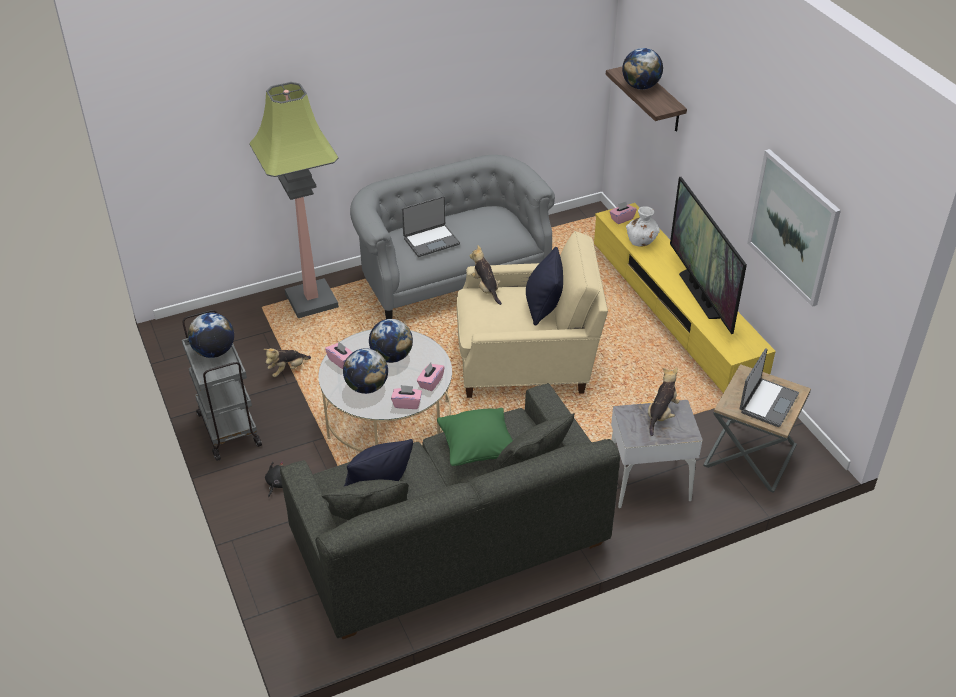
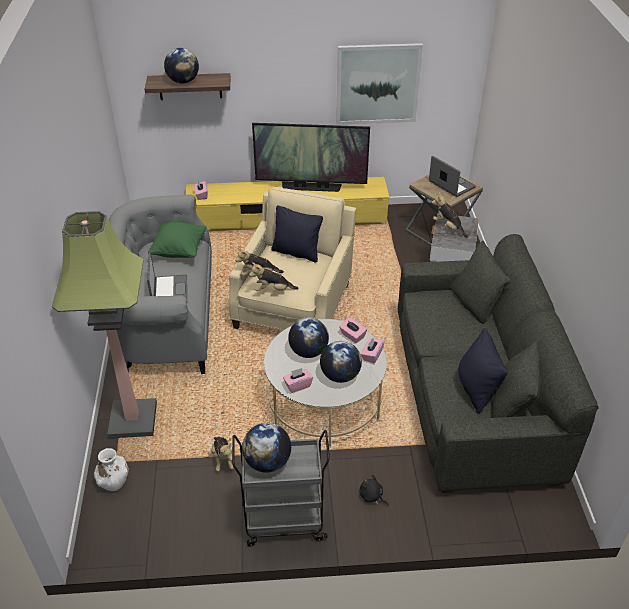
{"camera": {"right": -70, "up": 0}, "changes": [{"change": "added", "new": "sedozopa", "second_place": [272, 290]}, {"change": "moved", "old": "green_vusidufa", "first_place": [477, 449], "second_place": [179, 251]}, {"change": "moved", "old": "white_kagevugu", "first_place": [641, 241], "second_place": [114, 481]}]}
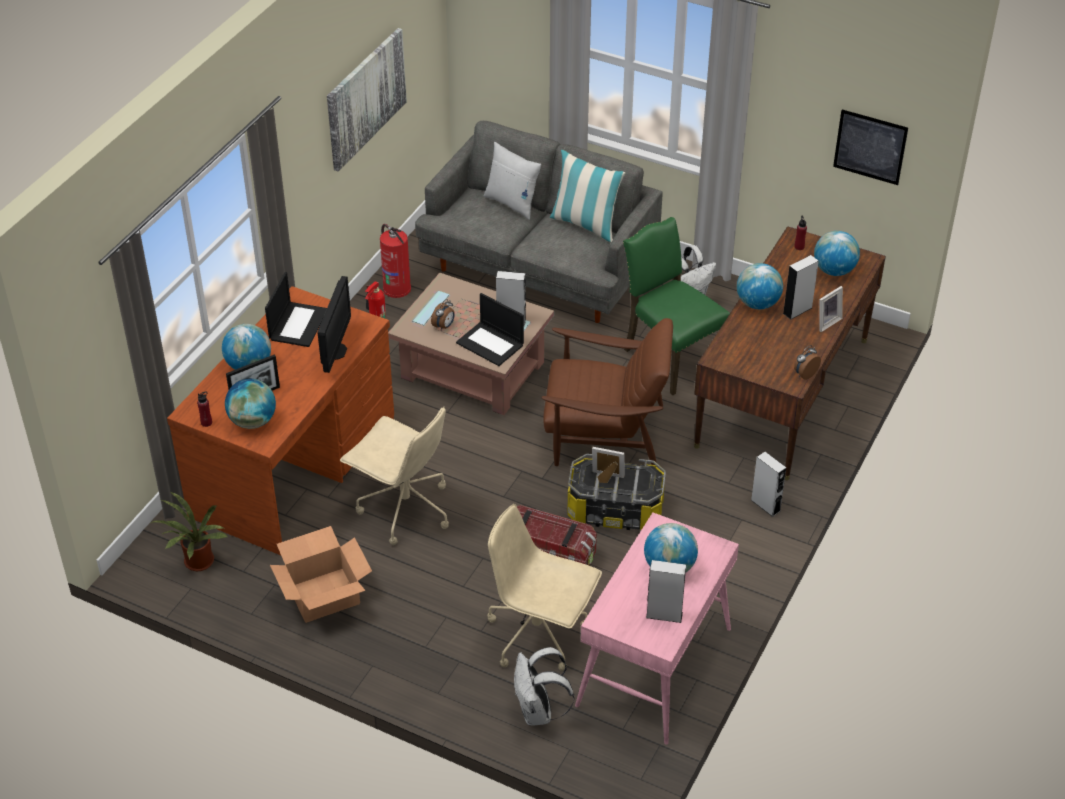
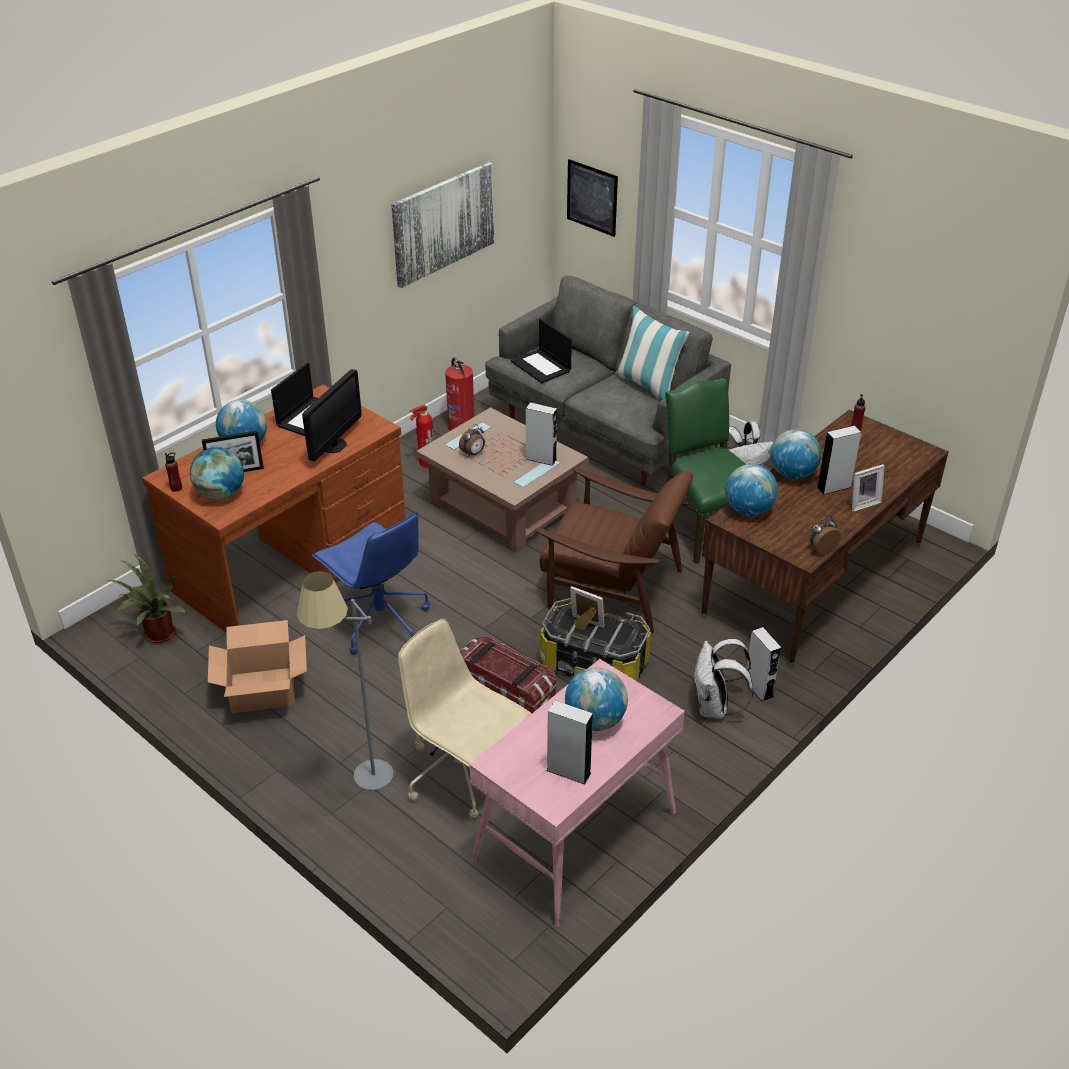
{"camera": {"right": 15, "up": -5}, "changes": [{"change": "removed", "old": "grey_vusidufa", "first_place": [511, 204]}, {"change": "added", "new": "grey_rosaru", "second_place": [360, 786]}, {"change": "moved", "old": "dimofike", "first_place": [491, 344], "second_place": [542, 366]}, {"change": "moved", "old": "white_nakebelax", "first_place": [538, 712], "second_place": [715, 707]}, {"change": "moved", "old": "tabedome", "first_place": [834, 270], "second_place": [748, 510]}, {"change": "moved", "old": "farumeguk", "first_place": [870, 147], "second_place": [592, 197]}, {"change": "recoloured", "old": "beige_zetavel", "new": "blue_zetavel", "first_place": [402, 508], "second_place": [378, 621]}]}
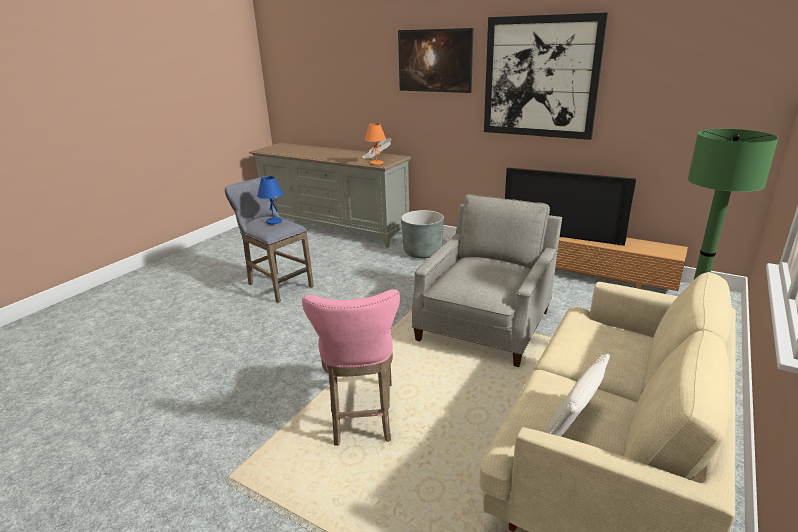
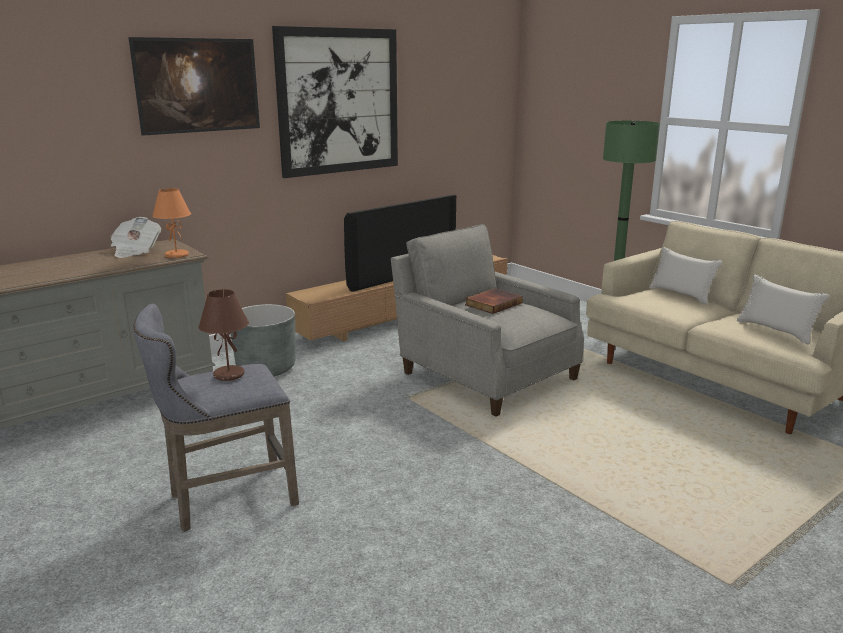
{"camera": {"right": -70, "up": -5}, "changes": [{"change": "removed", "old": "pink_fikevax", "first_place": [362, 417]}, {"change": "added", "new": "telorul", "second_place": [493, 303]}, {"change": "added", "new": "white_vusidufa", "second_place": [681, 295]}, {"change": "recoloured", "old": "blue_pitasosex", "new": "brown_pitasosex", "first_place": [273, 222], "second_place": [228, 375]}]}
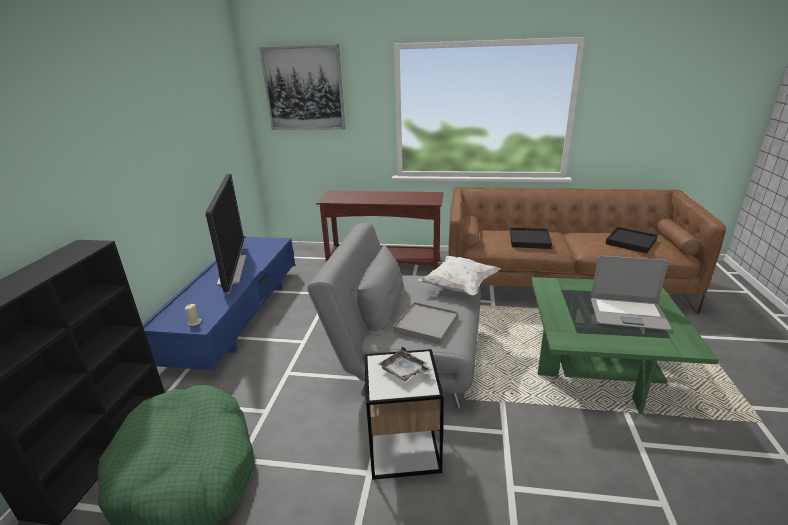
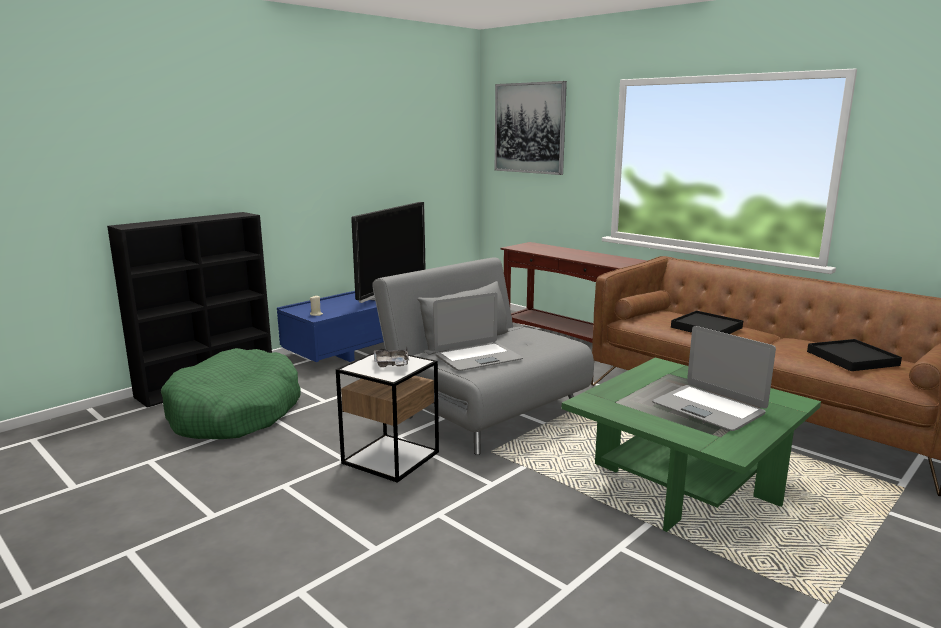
{"camera": {"right": 35, "up": -10}, "changes": [{"change": "removed", "old": "white_vusidufa", "first_place": [459, 287]}, {"change": "replaced", "old": "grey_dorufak", "new": "dimofike", "first_place": [426, 325], "second_place": [477, 358]}]}
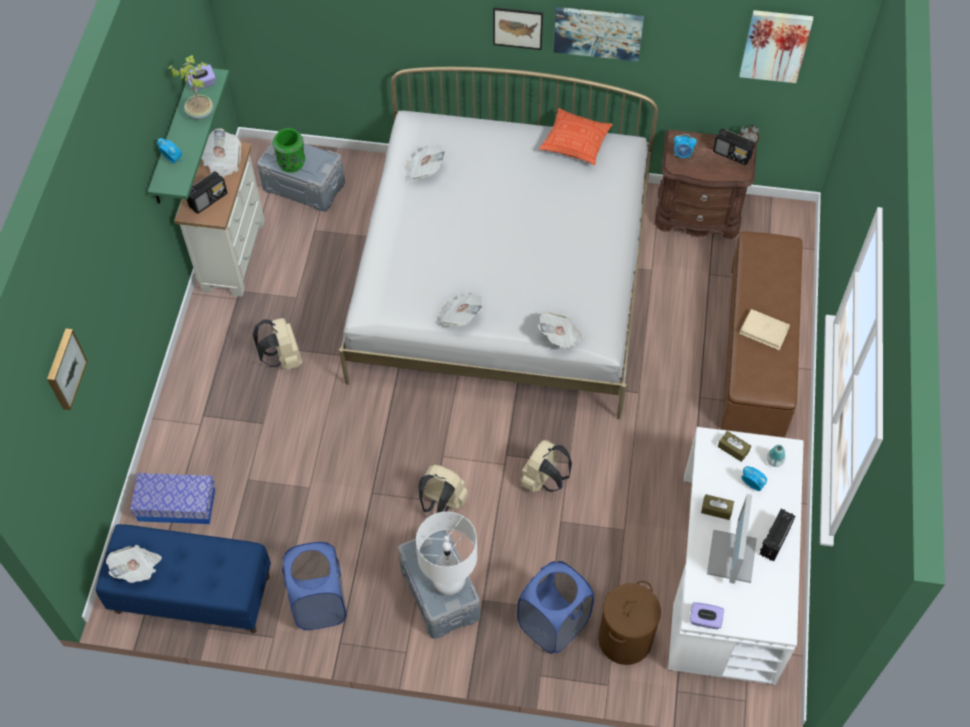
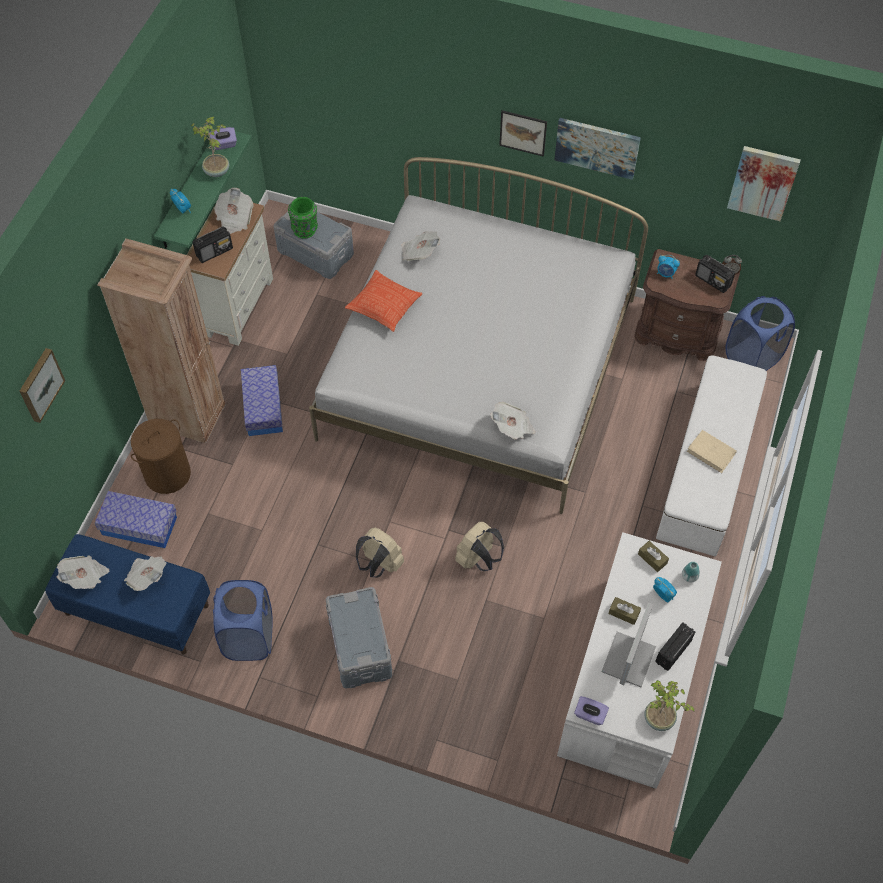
{"camera": {"right": 10, "up": 0}, "changes": [{"change": "removed", "old": "white_pitasosex", "first_place": [449, 584]}, {"change": "added", "new": "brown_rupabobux", "second_place": [189, 415]}, {"change": "added", "new": "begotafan", "second_place": [659, 719]}, {"change": "moved", "old": "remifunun", "first_place": [460, 316], "second_place": [147, 577]}, {"change": "moved", "old": "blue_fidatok", "first_place": [553, 623], "second_place": [752, 357]}, {"change": "moved", "old": "orange_vusidufa", "first_place": [576, 143], "second_place": [384, 307]}, {"change": "moved", "old": "brown_fidatok", "first_place": [625, 638], "second_place": [168, 474]}, {"change": "replaced", "old": "beige_nakebelax", "new": "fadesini", "first_place": [283, 358], "second_place": [263, 407]}, {"change": "recoloured", "old": "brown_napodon", "new": "white_napodon", "first_place": [758, 348], "second_place": [707, 468]}]}
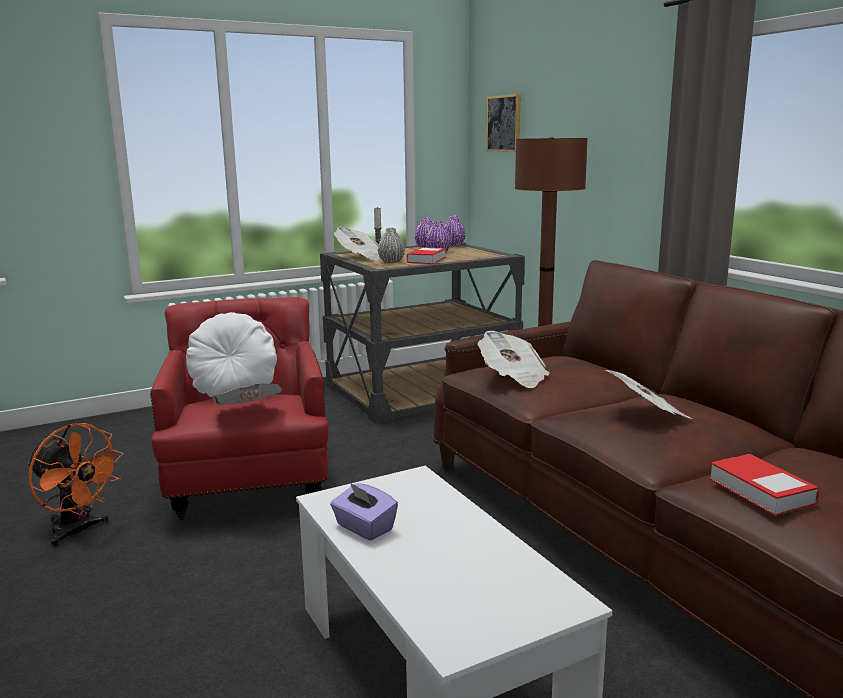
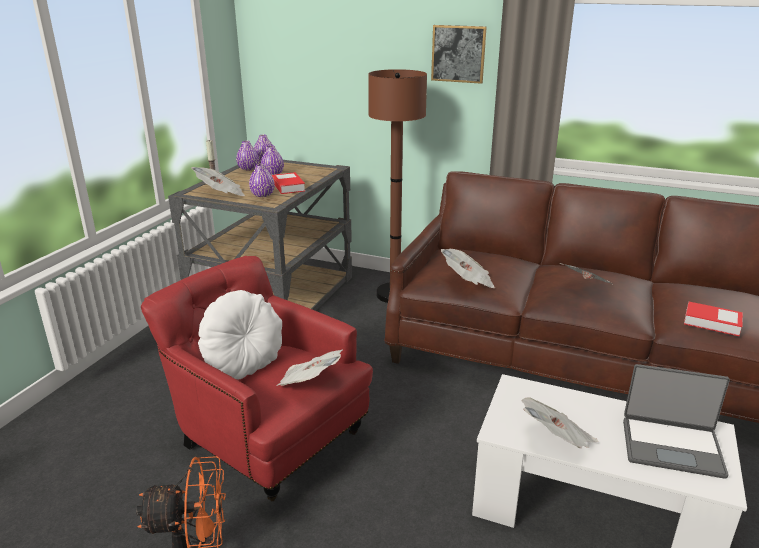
{"camera": {"right": -40, "up": 10}, "changes": [{"change": "added", "new": "dimofike", "second_place": [671, 446]}, {"change": "moved", "old": "farumeguk", "first_place": [504, 123], "second_place": [458, 54]}, {"change": "replaced", "old": "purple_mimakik", "new": "remifunun", "first_place": [364, 528], "second_place": [557, 440]}, {"change": "recoloured", "old": "grey_kagevugu", "new": "purple_kagevugu", "first_place": [391, 262], "second_place": [262, 195]}]}
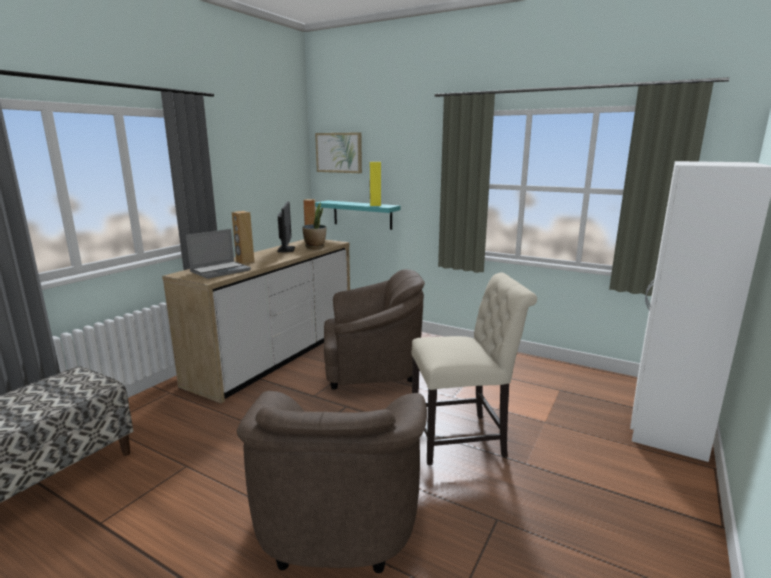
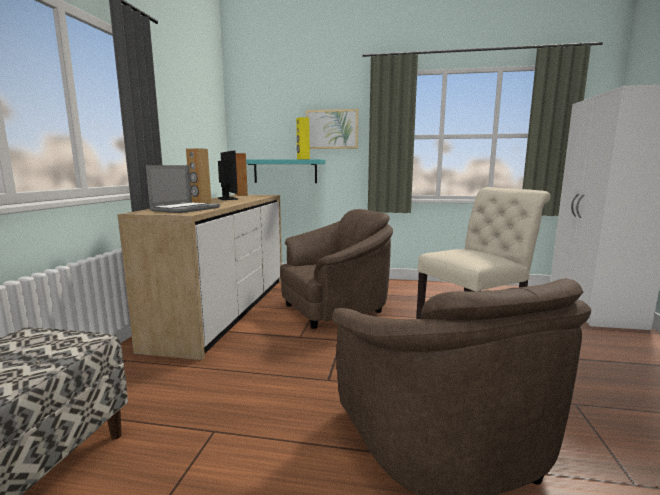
{"camera": {"right": -20, "up": -5}, "changes": [{"change": "removed", "old": "begotafan", "first_place": [315, 247]}, {"change": "moved", "old": "farumeguk", "first_place": [339, 152], "second_place": [332, 129]}]}
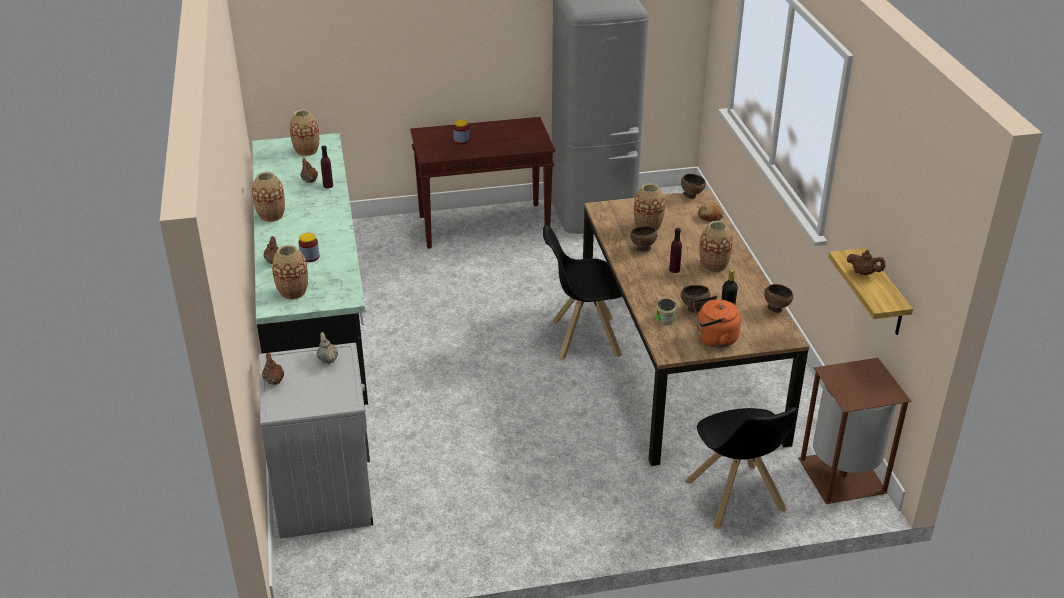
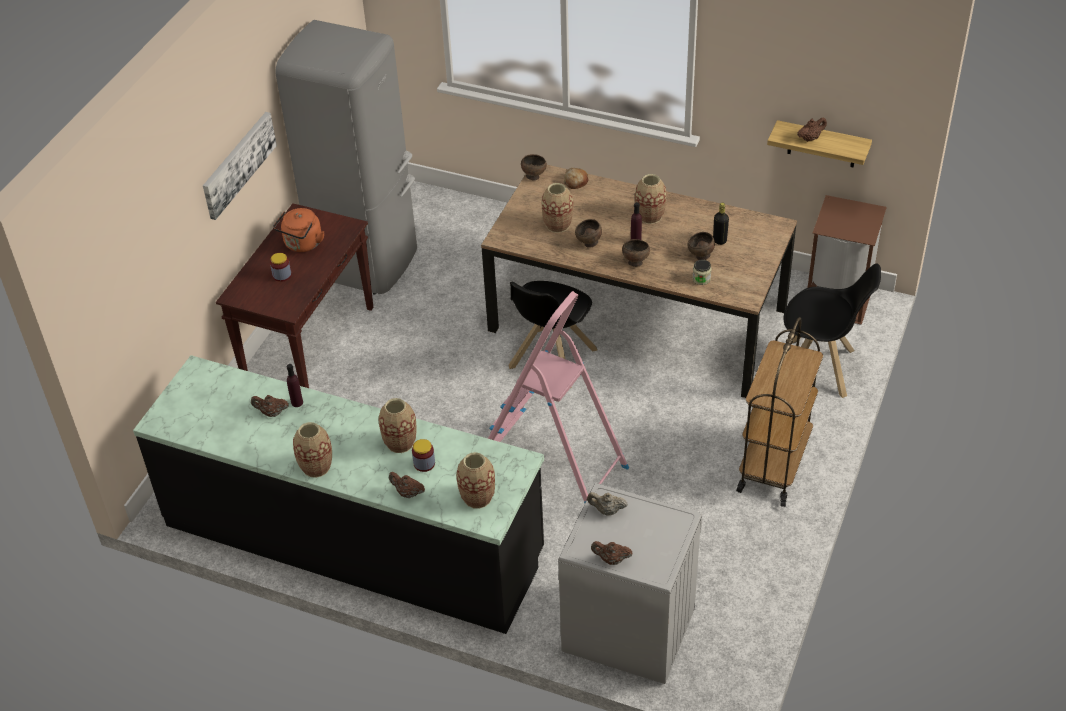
{"camera": {"right": -55, "up": 10}, "changes": [{"change": "added", "new": "farumeguk", "second_place": [238, 164]}, {"change": "added", "new": "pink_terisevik", "second_place": [550, 465]}, {"change": "added", "new": "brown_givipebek", "second_place": [775, 462]}, {"change": "moved", "old": "kagevugu", "first_place": [306, 151], "second_place": [400, 443]}, {"change": "moved", "old": "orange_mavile", "first_place": [714, 339], "second_place": [302, 245]}, {"change": "moved", "old": "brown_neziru", "first_place": [776, 309], "second_place": [635, 262]}]}
